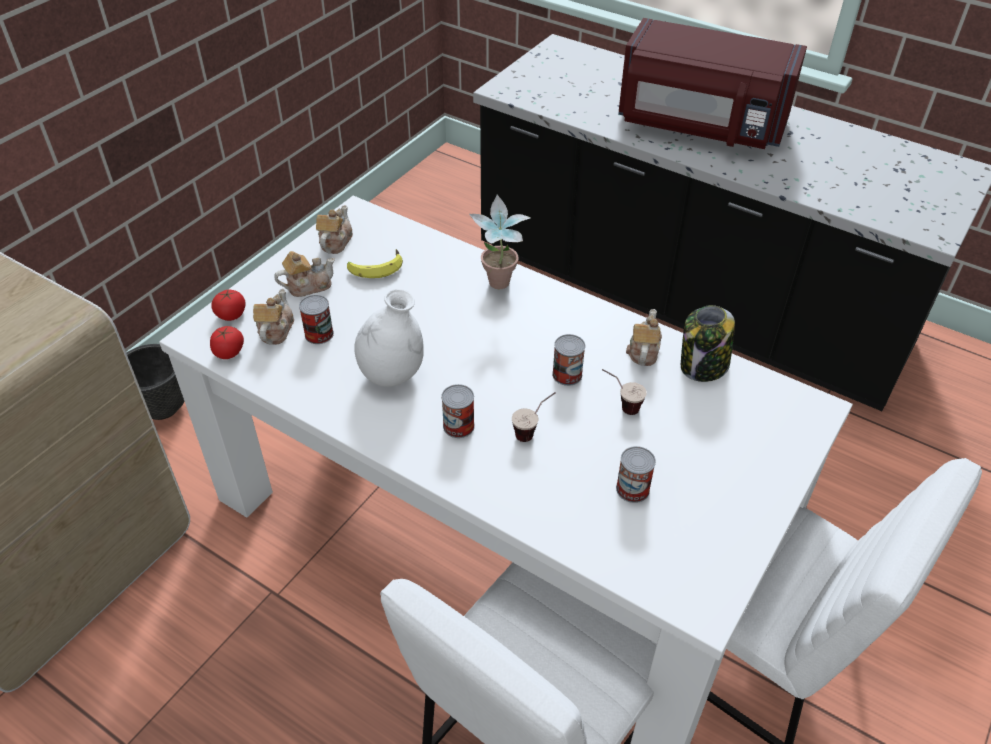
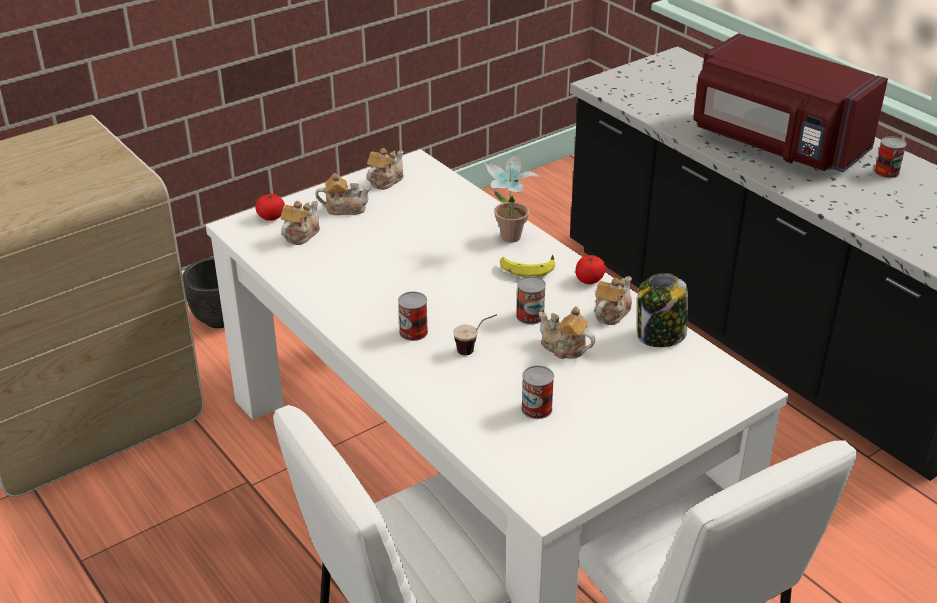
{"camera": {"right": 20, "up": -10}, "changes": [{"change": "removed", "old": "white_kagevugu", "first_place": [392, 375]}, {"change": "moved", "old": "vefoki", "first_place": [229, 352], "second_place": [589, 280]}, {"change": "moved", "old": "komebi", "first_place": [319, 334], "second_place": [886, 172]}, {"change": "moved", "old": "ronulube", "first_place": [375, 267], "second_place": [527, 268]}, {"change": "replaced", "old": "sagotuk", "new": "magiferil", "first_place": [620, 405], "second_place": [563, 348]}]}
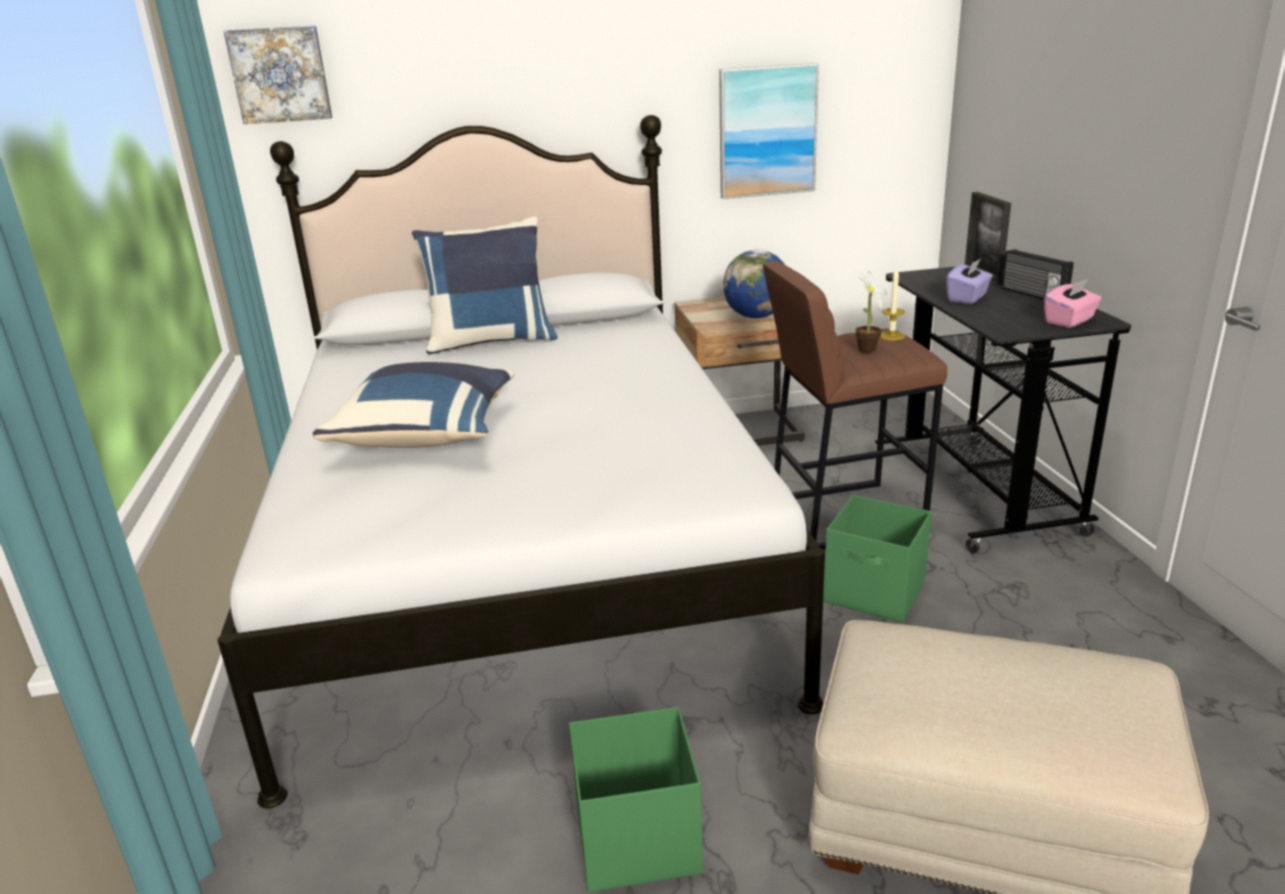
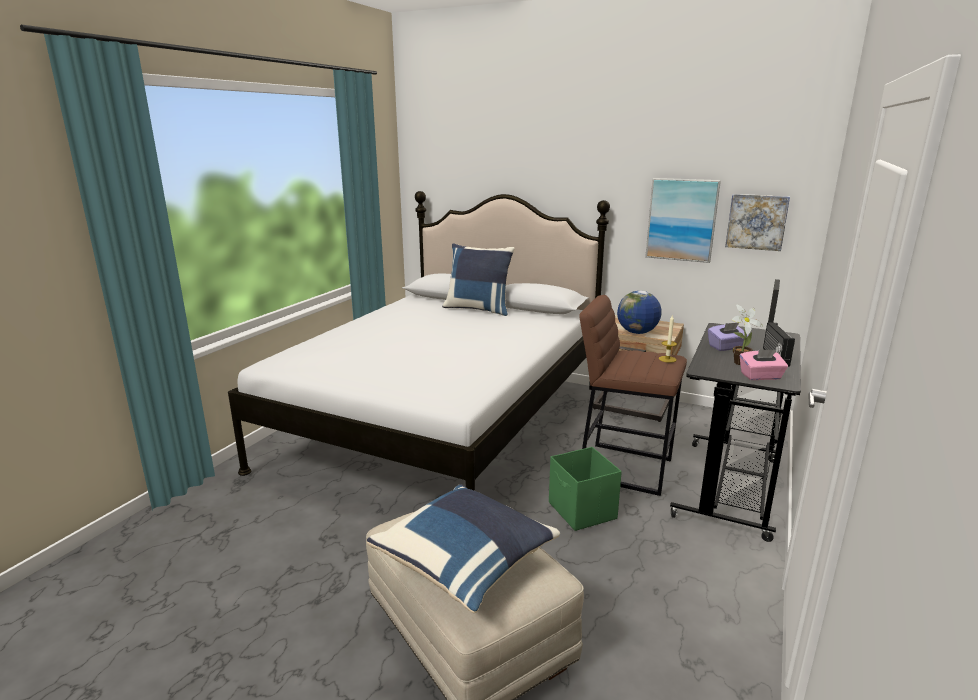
{"camera": {"right": 35, "up": -5}, "changes": [{"change": "removed", "old": "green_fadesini", "first_place": [635, 840]}, {"change": "moved", "old": "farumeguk", "first_place": [280, 74], "second_place": [756, 221]}, {"change": "moved", "old": "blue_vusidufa", "first_place": [427, 434], "second_place": [466, 563]}, {"change": "moved", "old": "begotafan", "first_place": [865, 350], "second_place": [738, 363]}]}
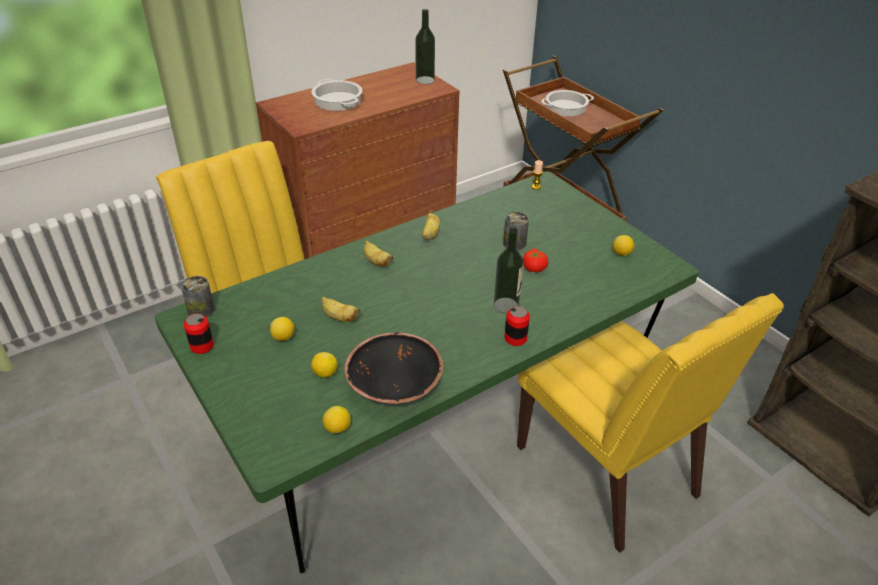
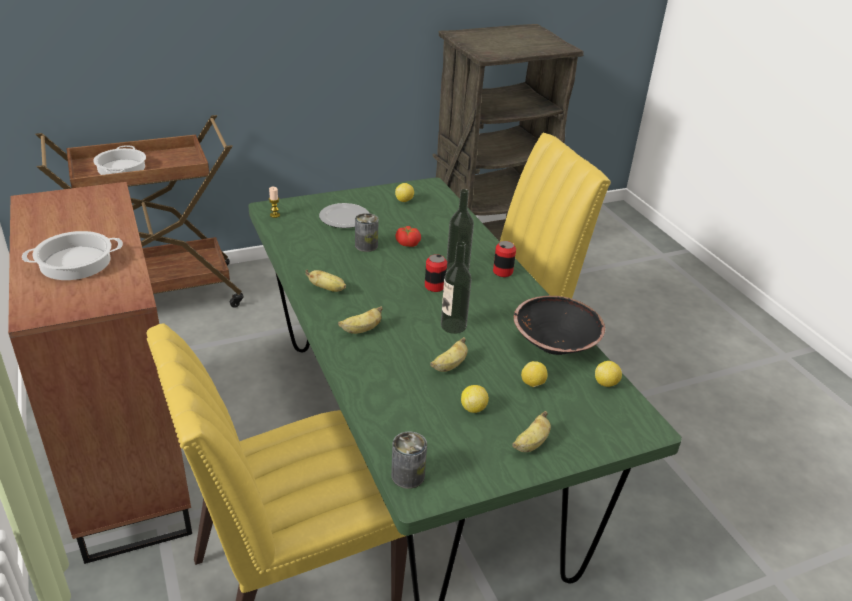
{"camera": {"right": -80, "up": -5}, "changes": [{"change": "added", "new": "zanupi", "second_place": [345, 217]}, {"change": "added", "new": "ronulube", "second_place": [531, 444]}, {"change": "moved", "old": "komebi", "first_place": [202, 346], "second_place": [434, 286]}, {"change": "moved", "old": "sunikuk", "first_place": [425, 80], "second_place": [453, 326]}]}
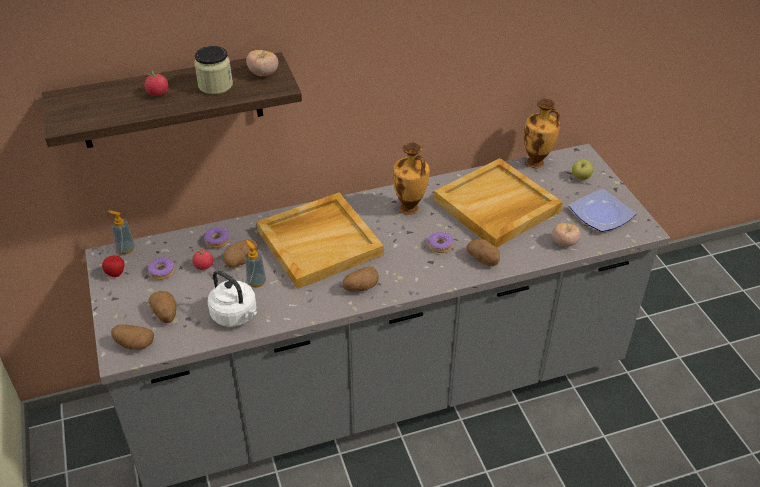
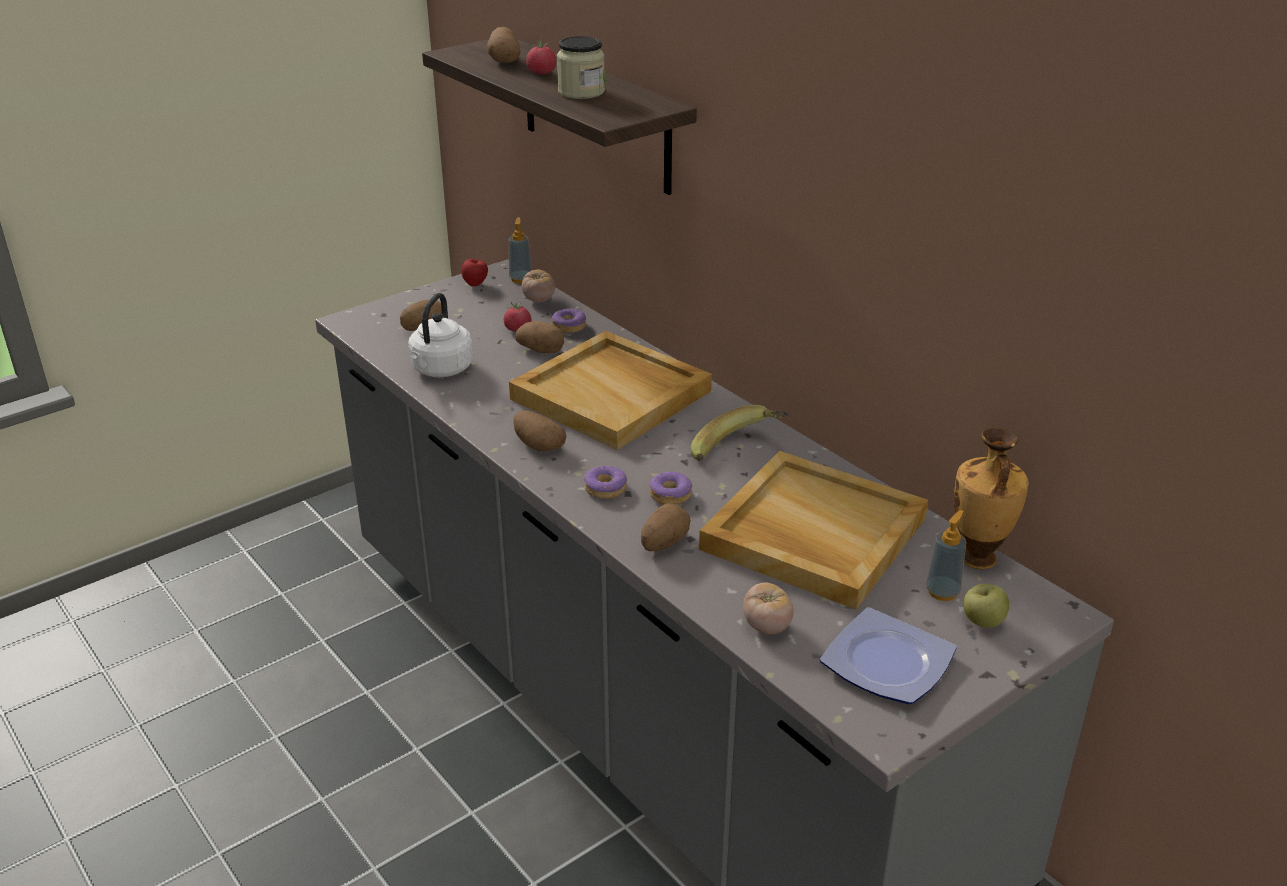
{"camera": {"right": 70, "up": -10}, "changes": [{"change": "moved", "old": "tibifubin", "first_place": [134, 344], "second_place": [504, 61]}, {"change": "moved", "old": "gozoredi", "first_place": [162, 272], "second_place": [606, 489]}, {"change": "moved", "old": "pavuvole", "first_place": [256, 282], "second_place": [942, 592]}, {"change": "moved", "old": "vefoki", "first_place": [263, 74], "second_place": [539, 300]}, {"change": "replaced", "old": "kagevugu", "new": "ronulube", "first_place": [410, 209], "second_place": [738, 452]}]}
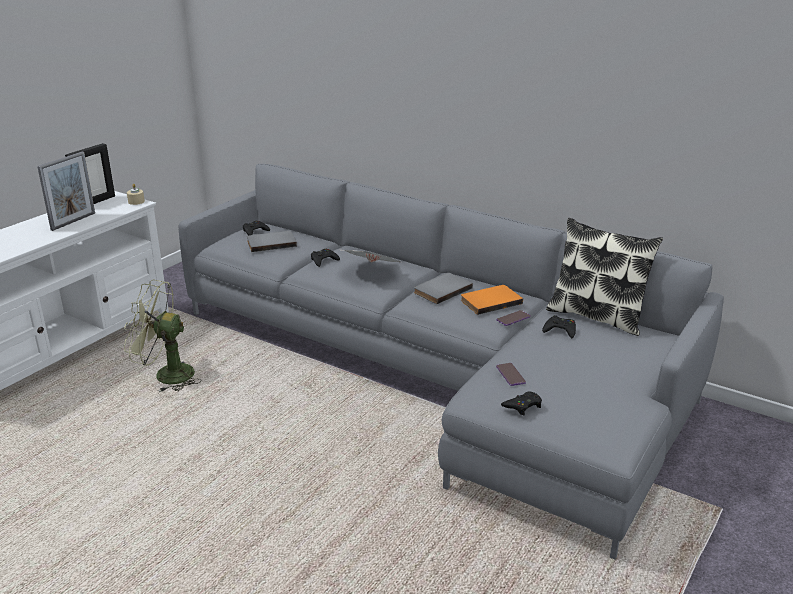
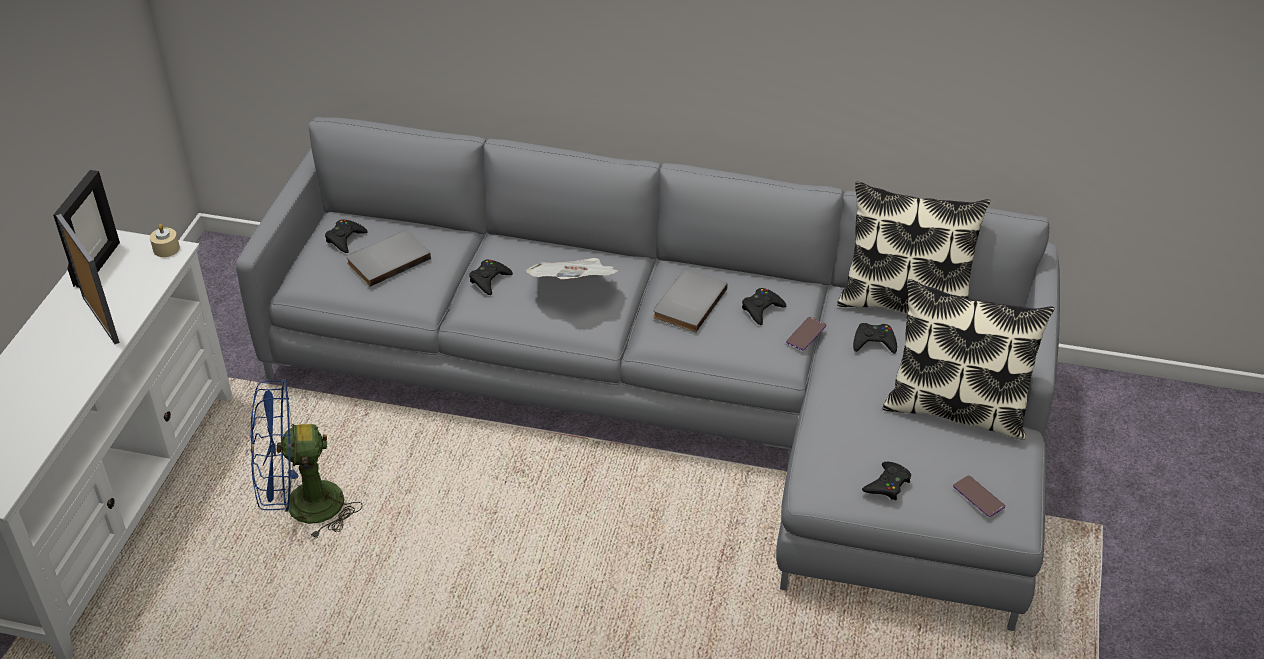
{"camera": {"right": -20, "up": 15}, "changes": [{"change": "added", "new": "vusidufa", "second_place": [956, 408]}, {"change": "moved", "old": "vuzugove", "first_place": [510, 375], "second_place": [978, 497]}, {"change": "replaced", "old": "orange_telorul", "new": "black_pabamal", "first_place": [490, 301], "second_place": [761, 309]}, {"change": "recoloured", "old": "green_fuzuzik", "new": "blue_fuzuzik", "first_place": [166, 375], "second_place": [302, 507]}, {"change": "turned", "old": "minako", "first_place": [73, 221], "second_place": [100, 319], "degrees": -45}]}
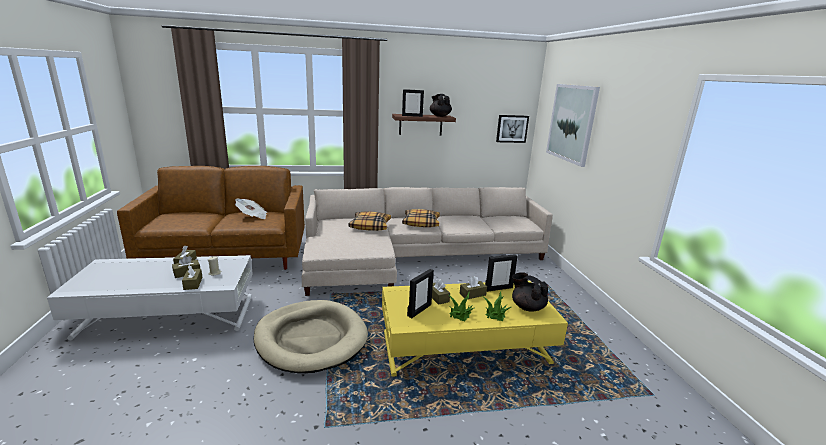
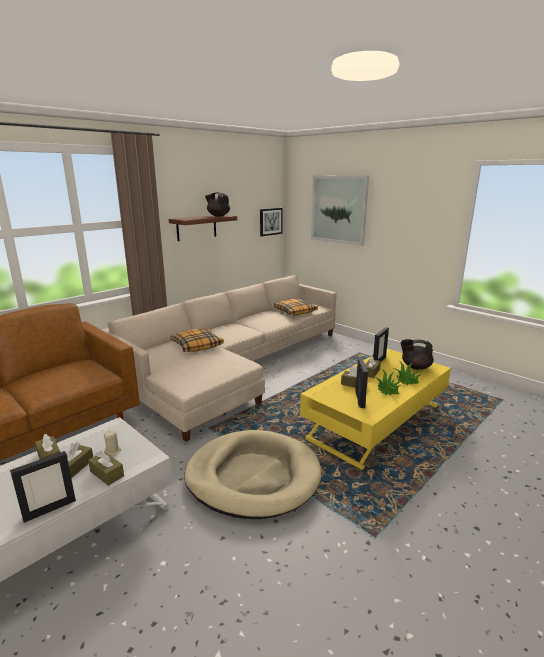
{"camera": {"right": -35, "up": 0}, "changes": [{"change": "removed", "old": "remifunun", "first_place": [252, 216]}, {"change": "moved", "old": "minako", "first_place": [412, 116], "second_place": [49, 509]}, {"change": "moved", "old": "vusidufa", "first_place": [421, 223], "second_place": [295, 311]}]}
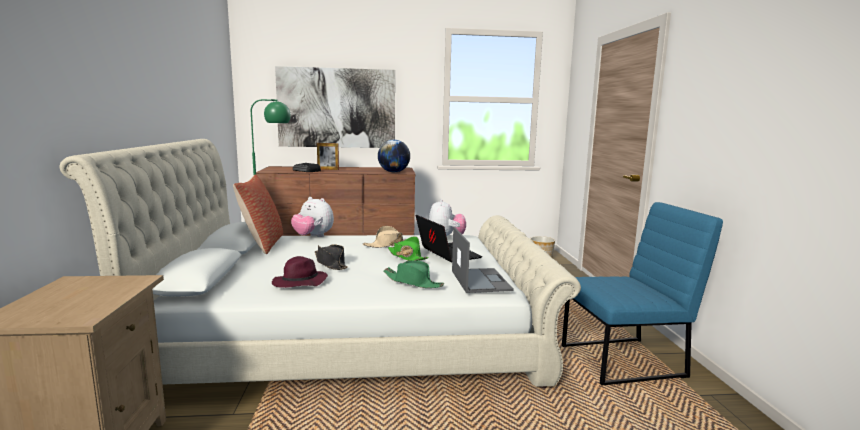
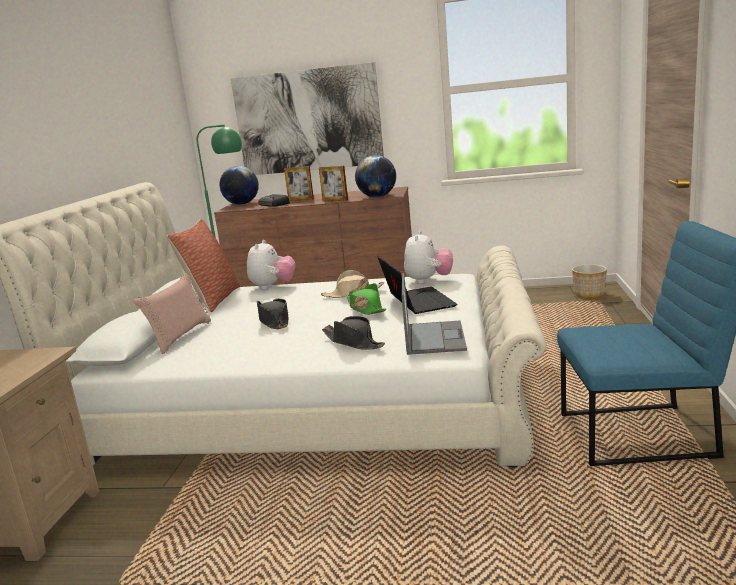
{"camera": {"right": 15, "up": 5}, "changes": [{"change": "removed", "old": "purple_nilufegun", "first_place": [299, 283]}, {"change": "added", "new": "beige_vusidufa", "second_place": [180, 336]}, {"change": "added", "new": "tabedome", "second_place": [242, 204]}, {"change": "added", "new": "minako", "second_place": [335, 200]}, {"change": "recoloured", "old": "green_nilufegun", "new": "black_nilufegun", "first_place": [413, 282], "second_place": [353, 342]}, {"change": "turned", "old": "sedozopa", "first_place": [313, 237], "second_place": [272, 287], "degrees": -120}]}
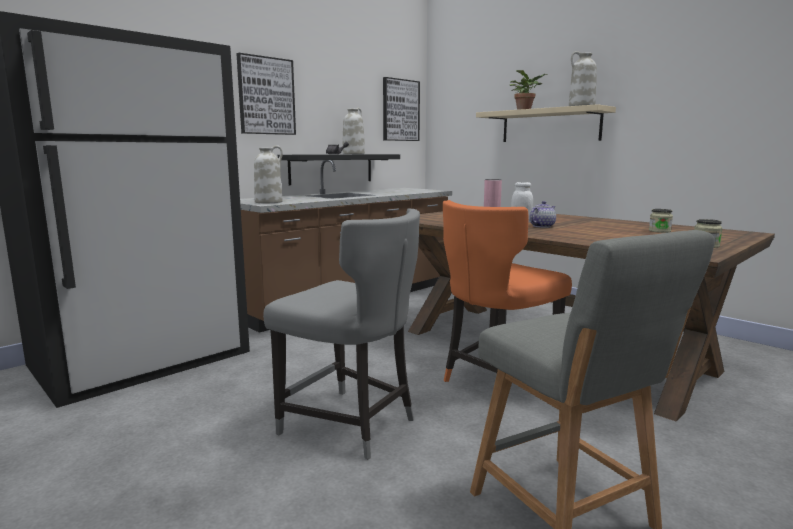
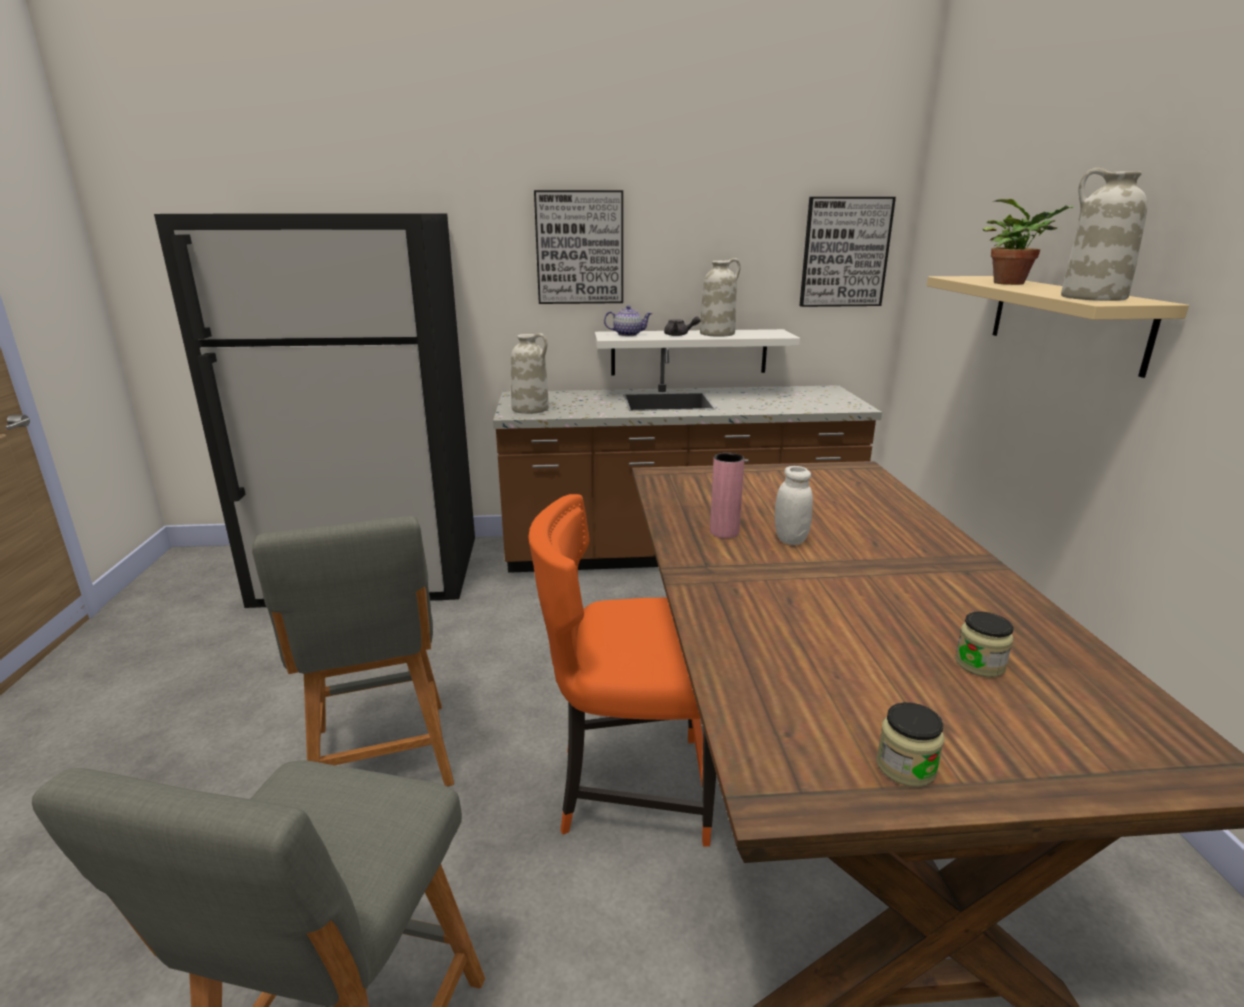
{"camera": {"right": 40, "up": 10}, "changes": [{"change": "moved", "old": "magiferil", "first_place": [541, 226], "second_place": [628, 334]}, {"change": "replaced", "old": "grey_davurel", "new": "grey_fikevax", "first_place": [351, 425], "second_place": [382, 762]}, {"change": "recoloured", "old": "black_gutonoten", "new": "white_gutonoten", "first_place": [331, 168], "second_place": [689, 352]}]}
